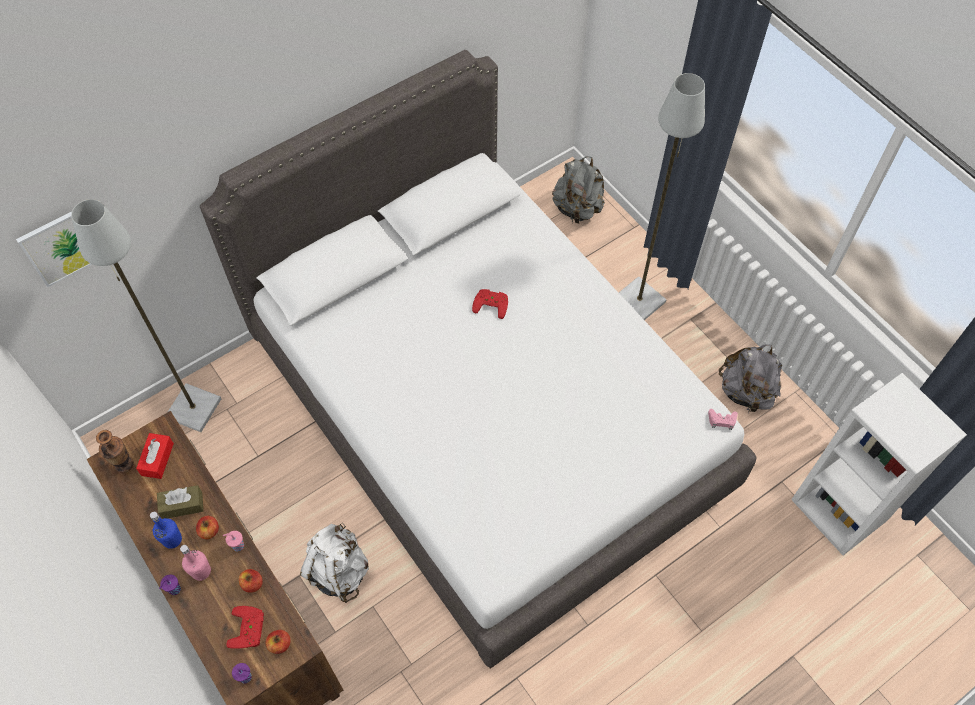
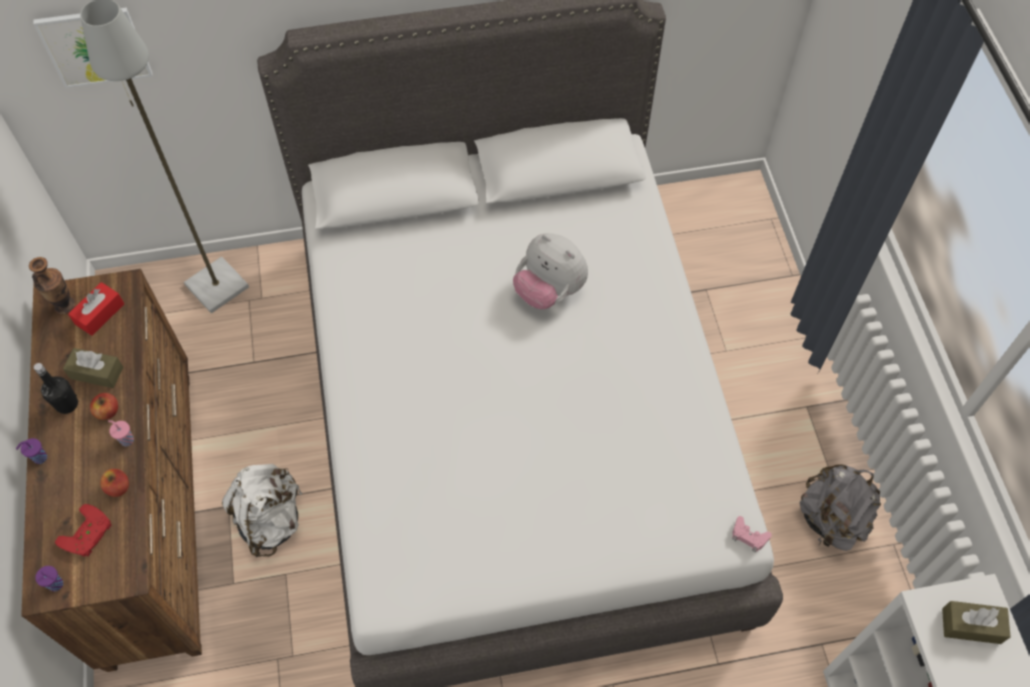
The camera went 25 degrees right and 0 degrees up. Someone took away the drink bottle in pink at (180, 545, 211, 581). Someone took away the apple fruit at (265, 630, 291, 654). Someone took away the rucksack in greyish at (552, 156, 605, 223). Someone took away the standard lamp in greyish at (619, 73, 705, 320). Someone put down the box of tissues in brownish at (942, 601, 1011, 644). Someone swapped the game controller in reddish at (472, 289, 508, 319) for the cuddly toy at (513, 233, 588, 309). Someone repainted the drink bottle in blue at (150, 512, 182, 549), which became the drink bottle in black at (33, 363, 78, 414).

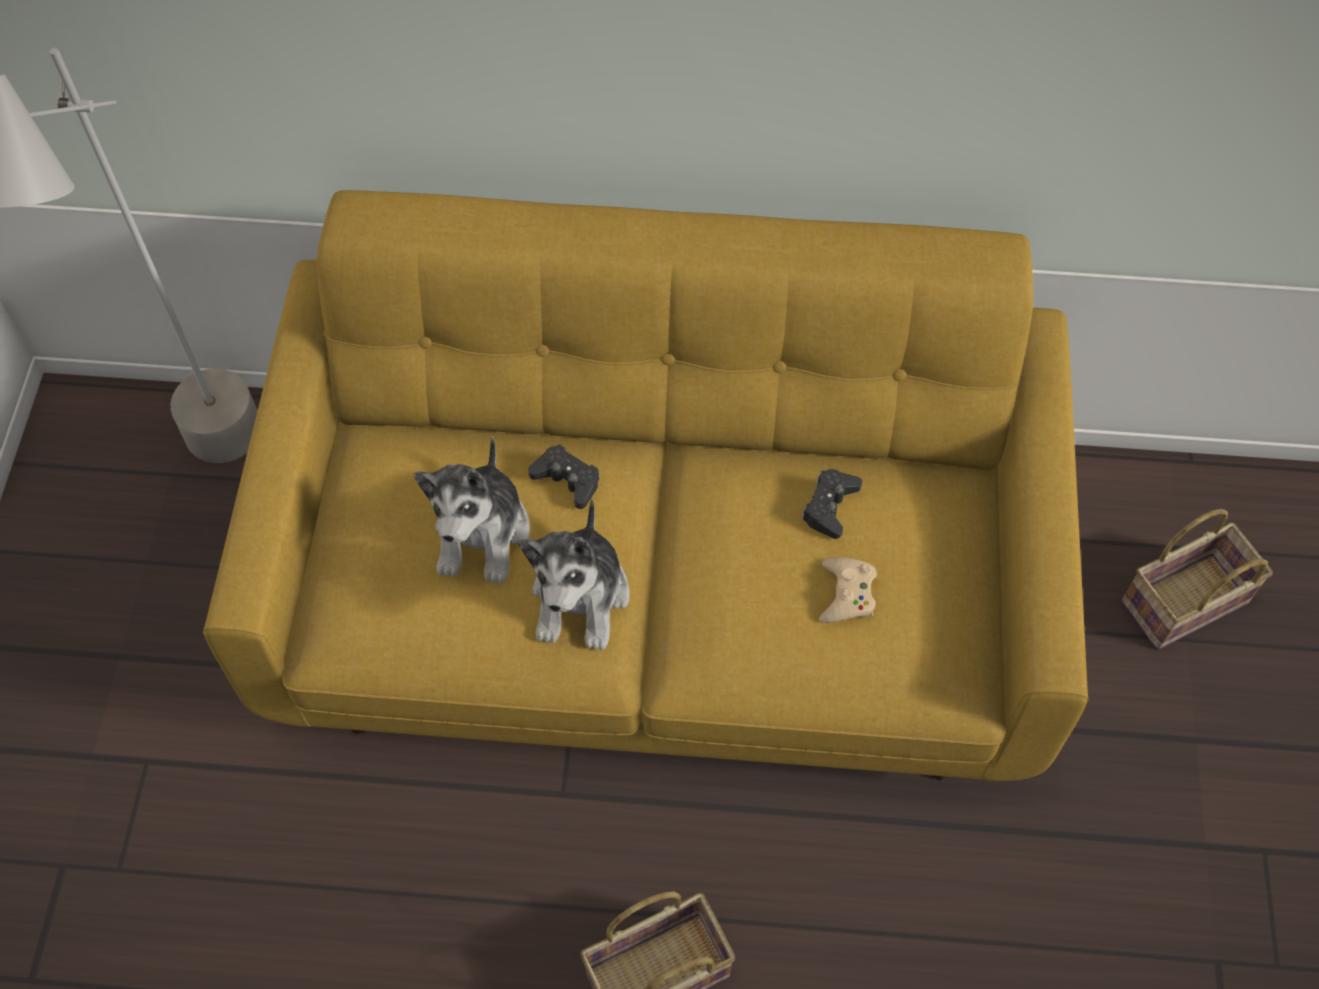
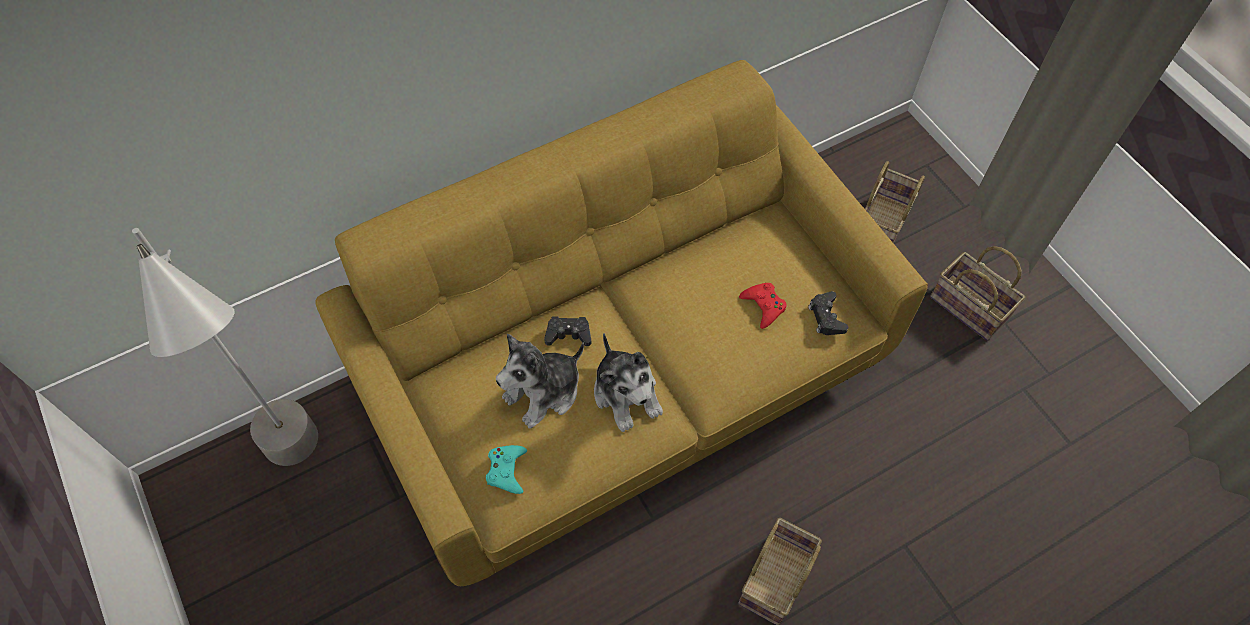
The camera went 35 degrees left and 0 degrees up. Someone put down the game controller in turquoise at (486, 445, 527, 494). Someone put down the household basket at (930, 246, 1025, 341). Someone carried the game controller in black from (801, 469, 862, 539) to (808, 291, 848, 335). Someone repainted the game controller in beige at (819, 557, 877, 623), which became the game controller in reddish at (739, 283, 787, 329). Someone rotated the cuddly toy at (414, 436, 530, 584) by 75 degrees clockwise.

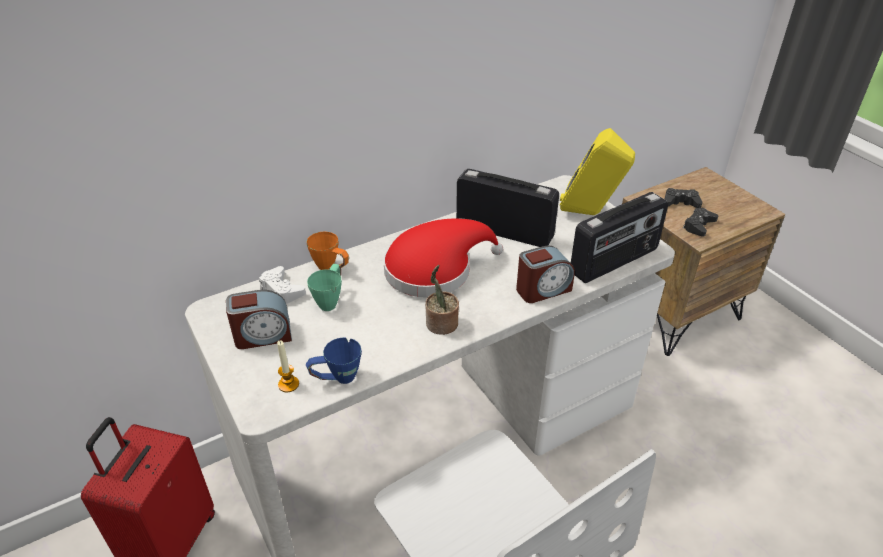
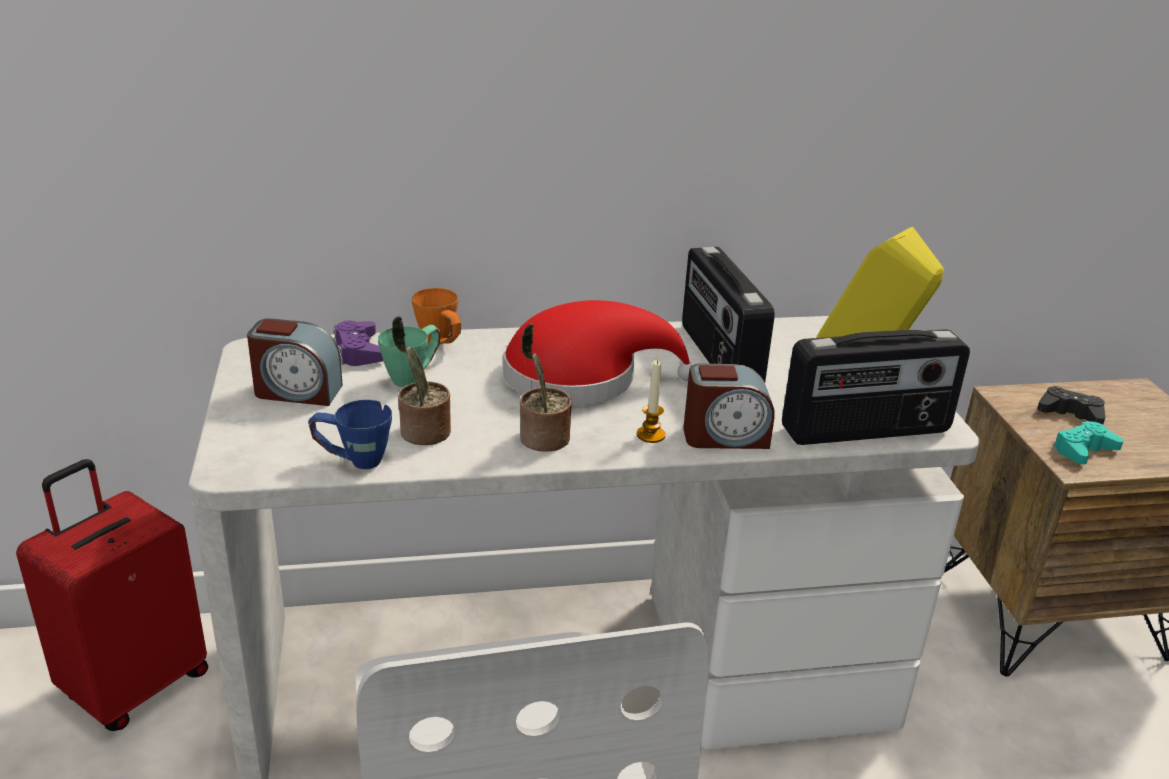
The camera went 20 degrees right and 10 degrees down. Someone put down the potted plant at (391, 316, 451, 445). Someone carried the candle from (277, 340, 299, 392) to (637, 359, 666, 443). Someone repainted the game controller in white-coloured at (259, 266, 306, 304), which became the game controller in purplish at (333, 321, 383, 366). Someone repainted the game controller in black at (683, 208, 718, 237), which became the game controller in turquoise at (1053, 421, 1124, 464). Someone rotated the radio receiver at (456, 169, 559, 247) by 150 degrees counterclockwise.

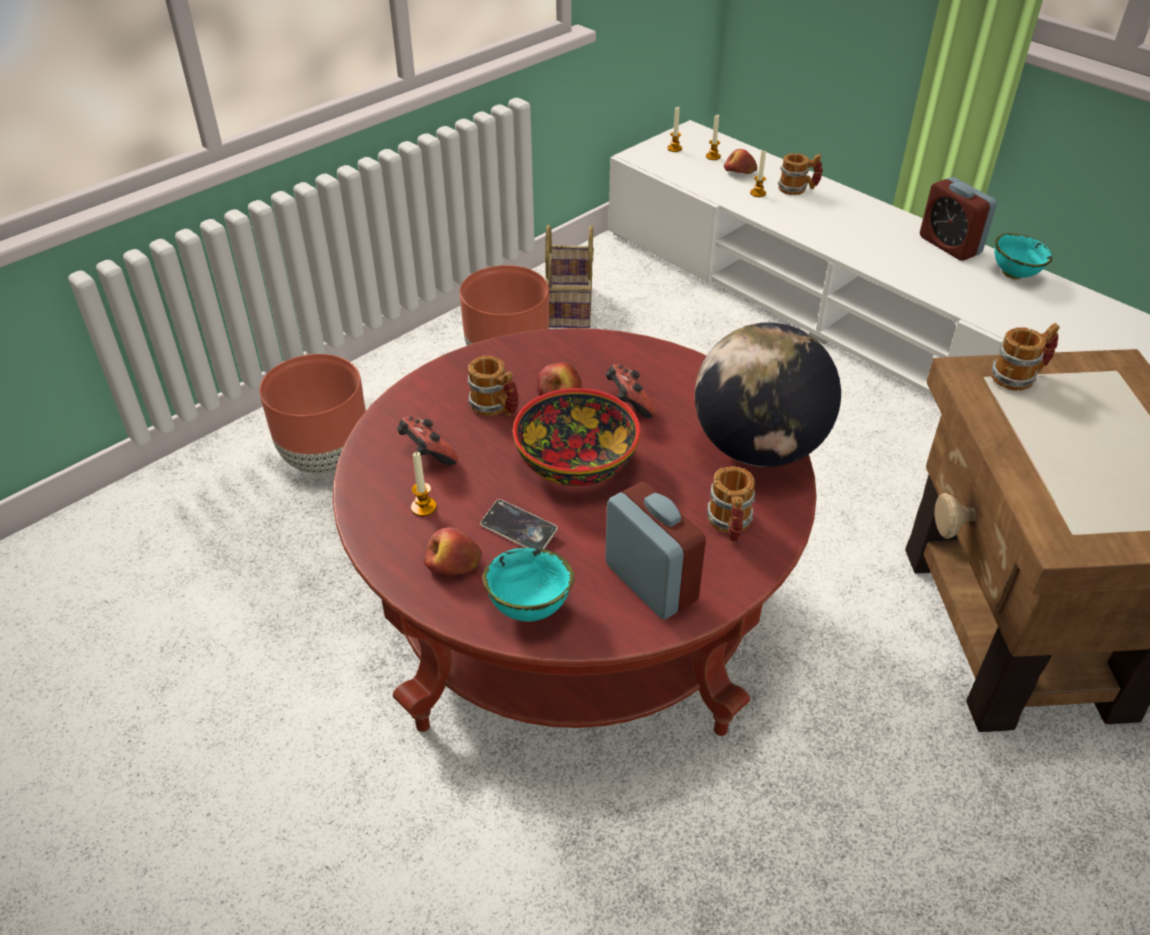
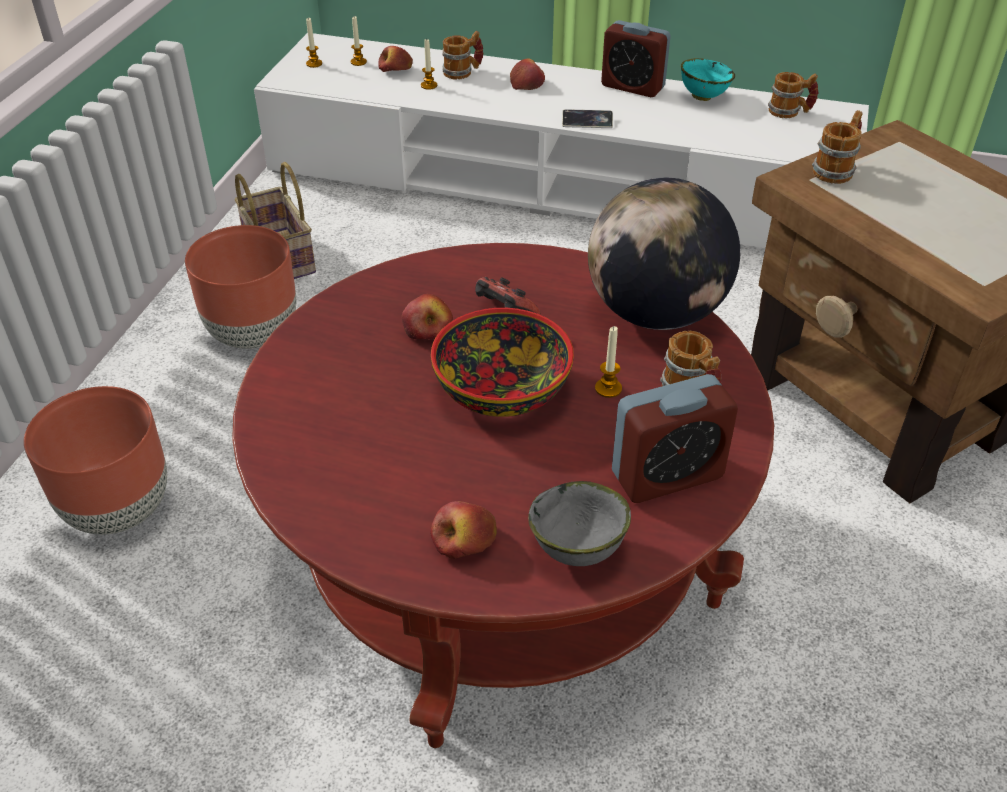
The camera went 30 degrees left and 0 degrees up. Someone took away the game controller at (397, 416, 458, 465). Someone put down the apple fruit at (510, 59, 545, 90). Someone carried the candle from (411, 452, 437, 516) to (595, 326, 622, 398). Someone carried the coffee mug from (467, 356, 519, 416) to (768, 72, 819, 118). Someone carried the handset from (480, 499, 558, 549) to (562, 109, 613, 128). Someone repainted the deep dish in turquoise at (483, 548, 575, 622), which became the deep dish in greyish at (528, 481, 631, 566). Someone rotated the alarm clock at (605, 482, 706, 619) by 135 degrees clockwise.

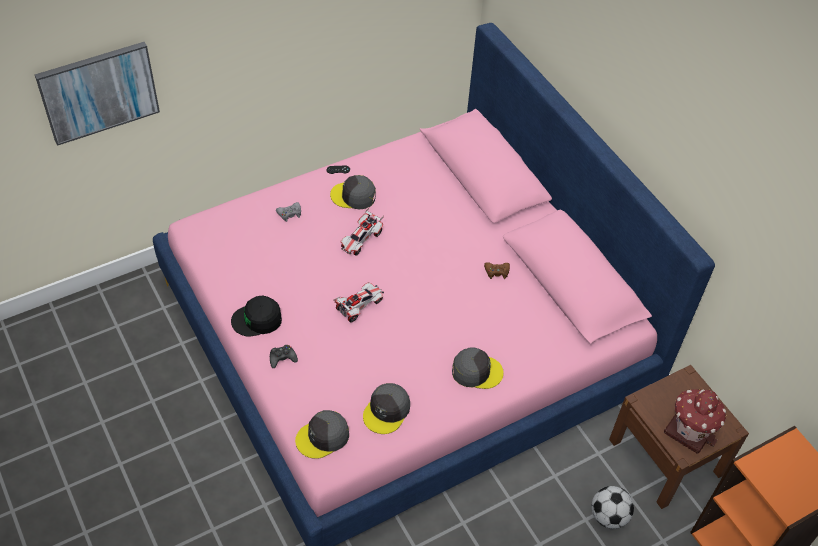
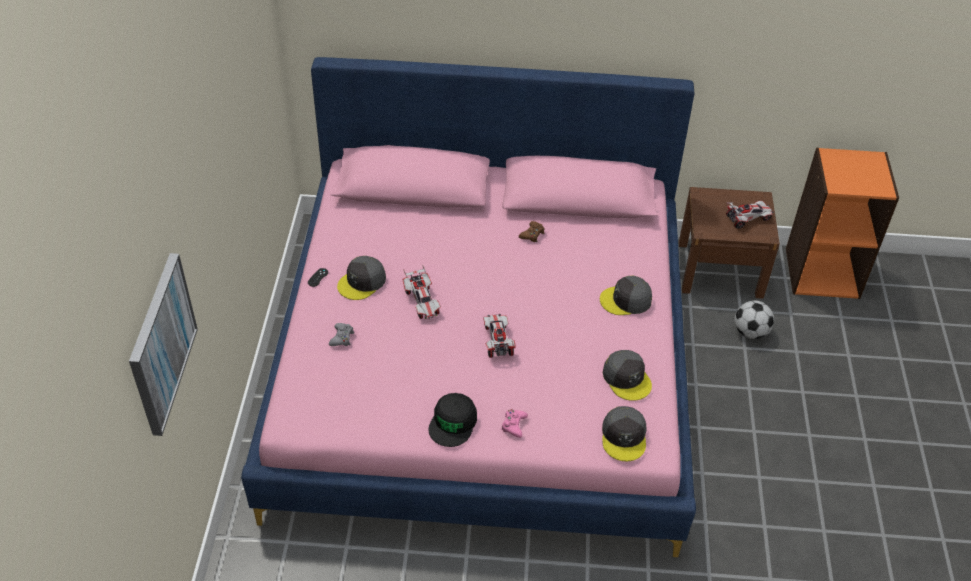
The camera went 55 degrees left and 5 degrees down. Someone swapped the model house at (664, 389, 727, 454) for the miniature car at (726, 201, 774, 229). Someone repainted the game controller in black at (270, 345, 298, 368), which became the game controller in pink at (501, 409, 528, 438). Someone rotated the cap in greyish at (452, 347, 504, 389) by 135 degrees counterclockwise.

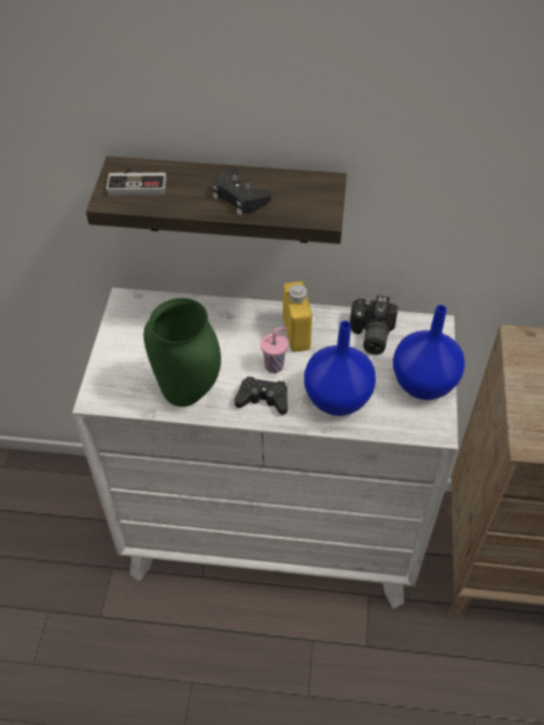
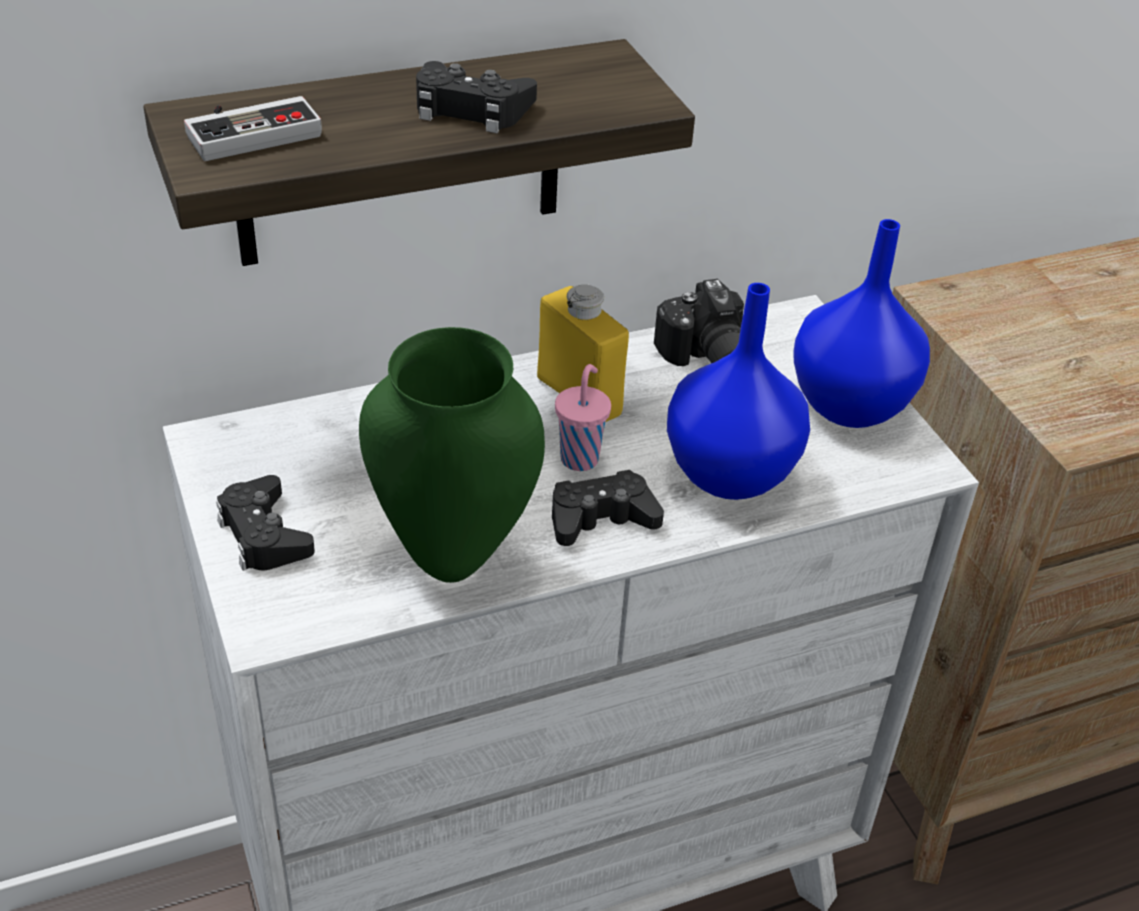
The camera went 30 degrees left and 10 degrees down. Someone put down the game controller in black at (216, 475, 315, 571).

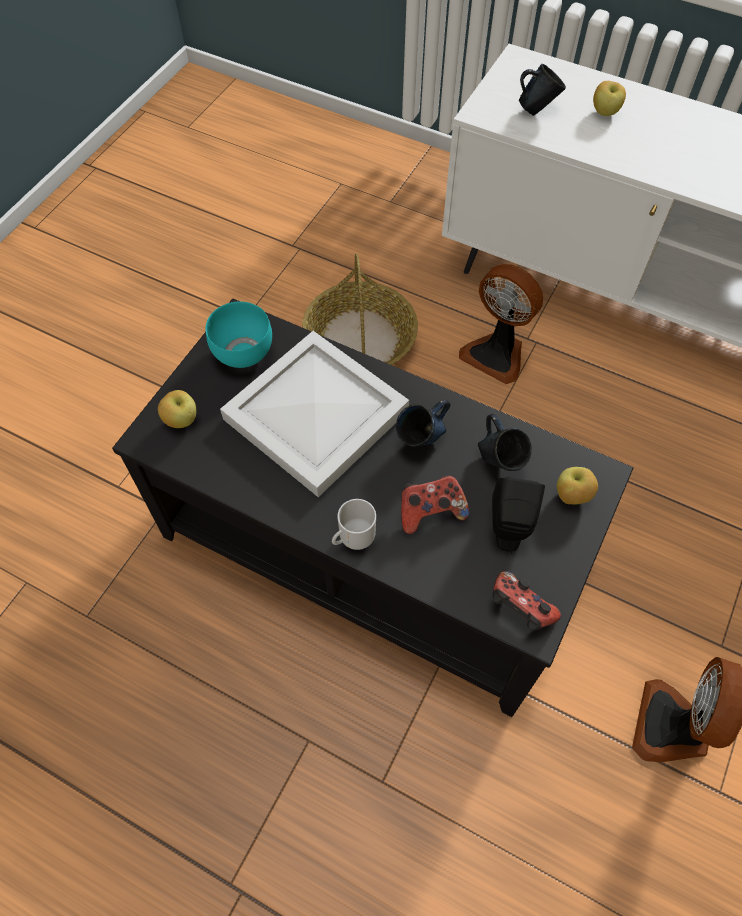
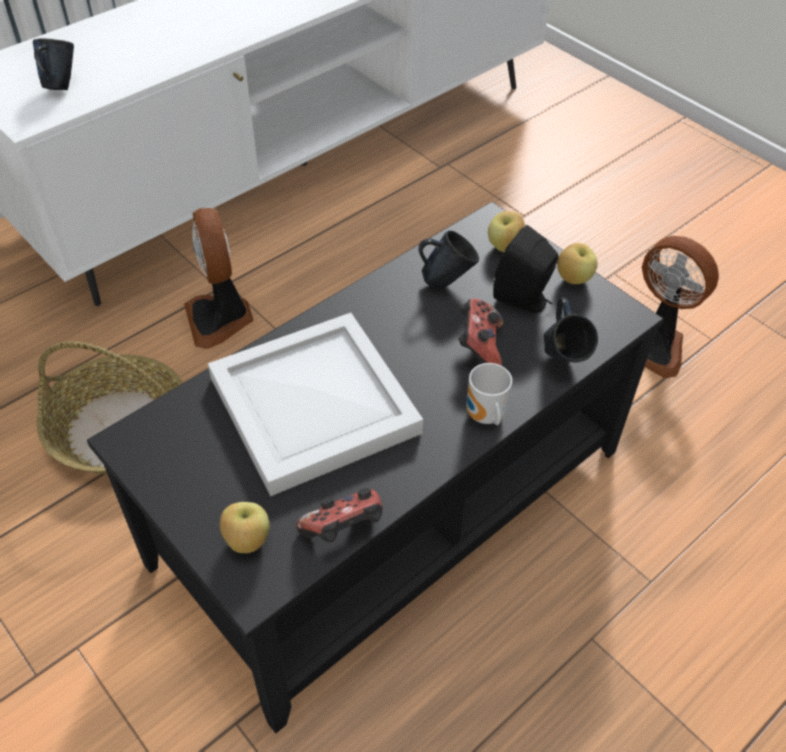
The camera went 70 degrees left and 10 degrees down. Someone took away the deep dish in turquoise at (206, 302, 272, 368). Someone carried the coffee mug in blue from (396, 399, 451, 447) to (544, 298, 598, 363). Someone carried the game controller from (492, 571, 561, 631) to (296, 488, 382, 542). Someone carried the apple fruit from (593, 81, 626, 116) to (557, 243, 598, 284). Someone rotated the fan at (459, 264, 543, 384) by 105 degrees clockwise.

